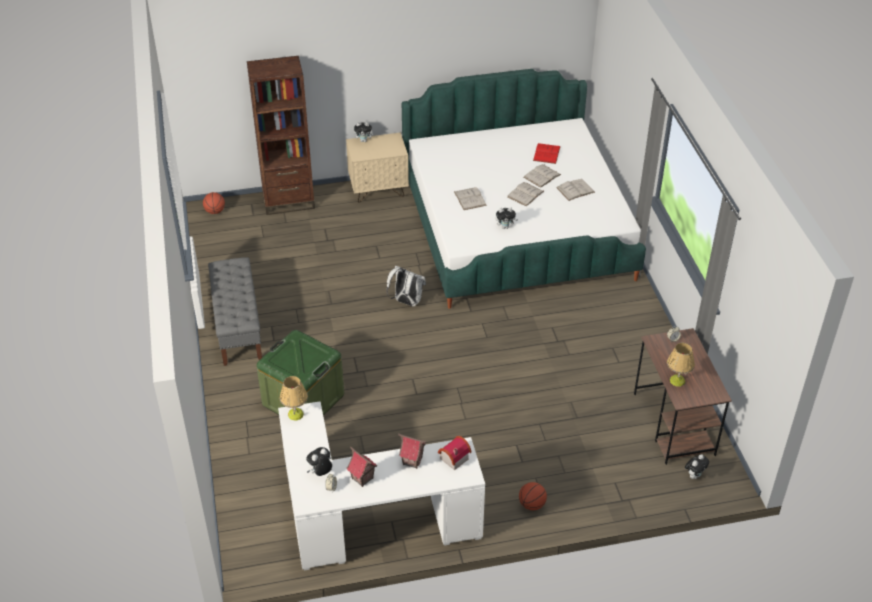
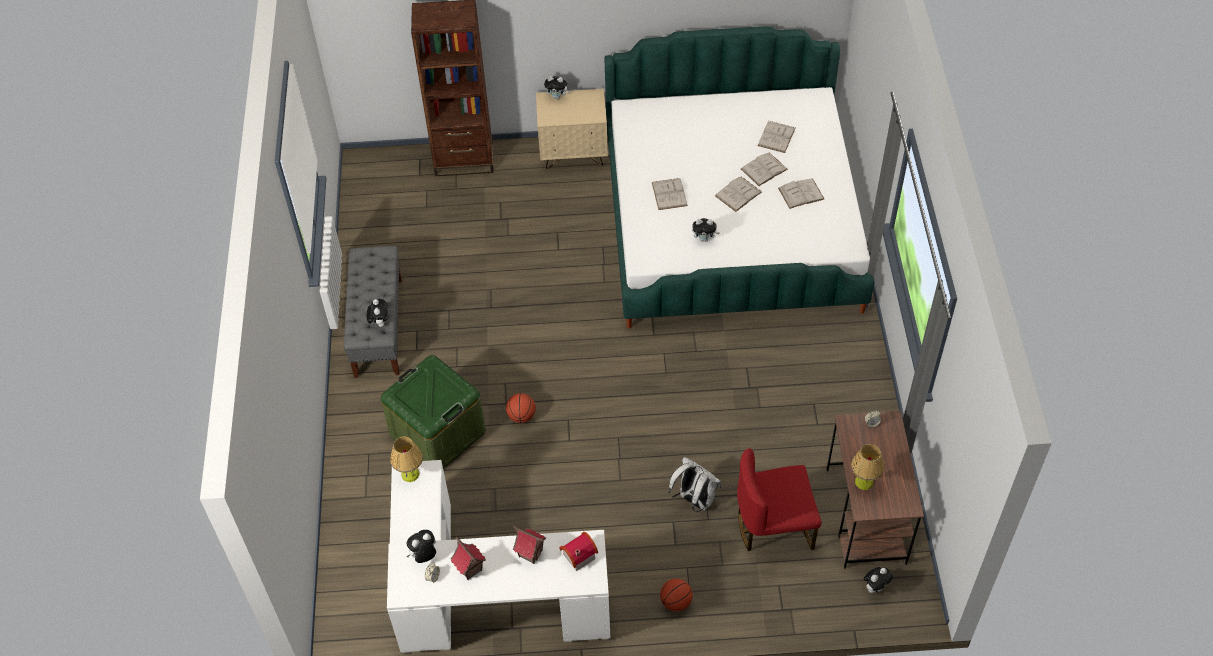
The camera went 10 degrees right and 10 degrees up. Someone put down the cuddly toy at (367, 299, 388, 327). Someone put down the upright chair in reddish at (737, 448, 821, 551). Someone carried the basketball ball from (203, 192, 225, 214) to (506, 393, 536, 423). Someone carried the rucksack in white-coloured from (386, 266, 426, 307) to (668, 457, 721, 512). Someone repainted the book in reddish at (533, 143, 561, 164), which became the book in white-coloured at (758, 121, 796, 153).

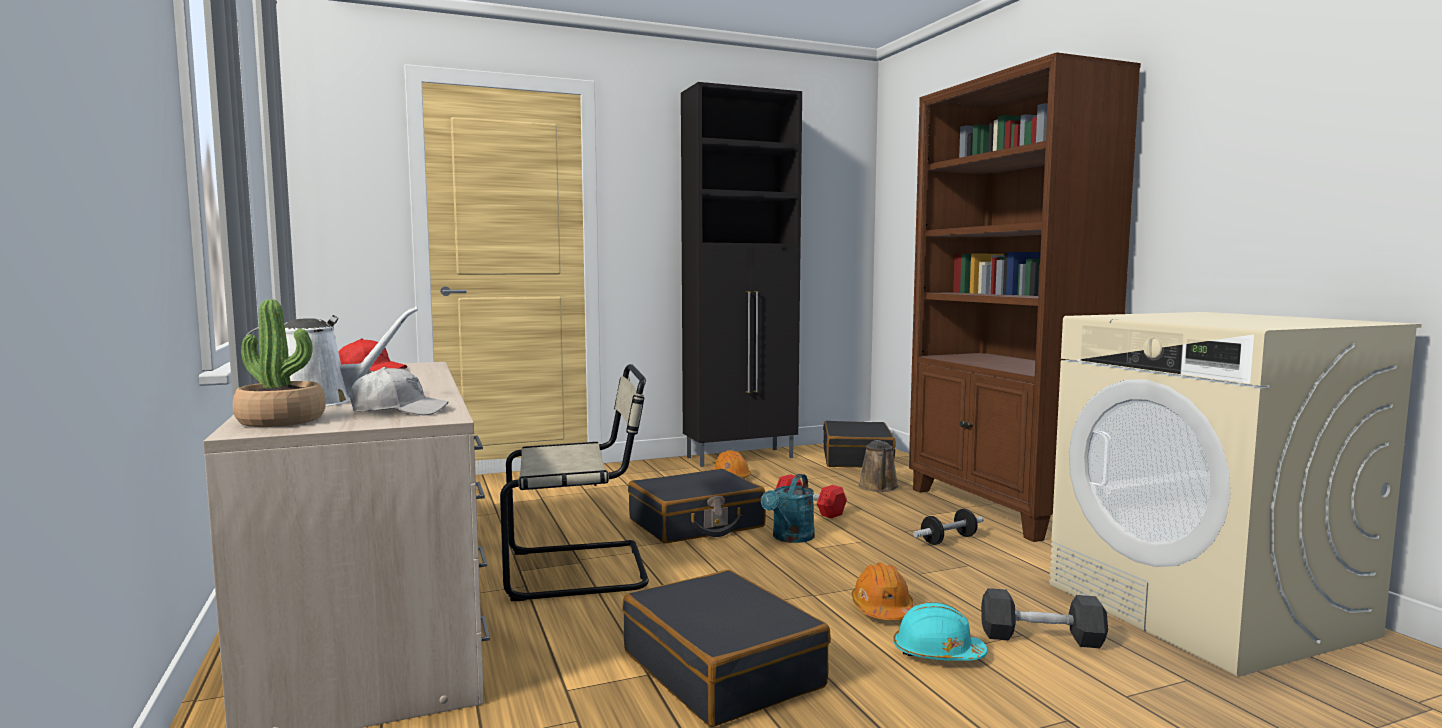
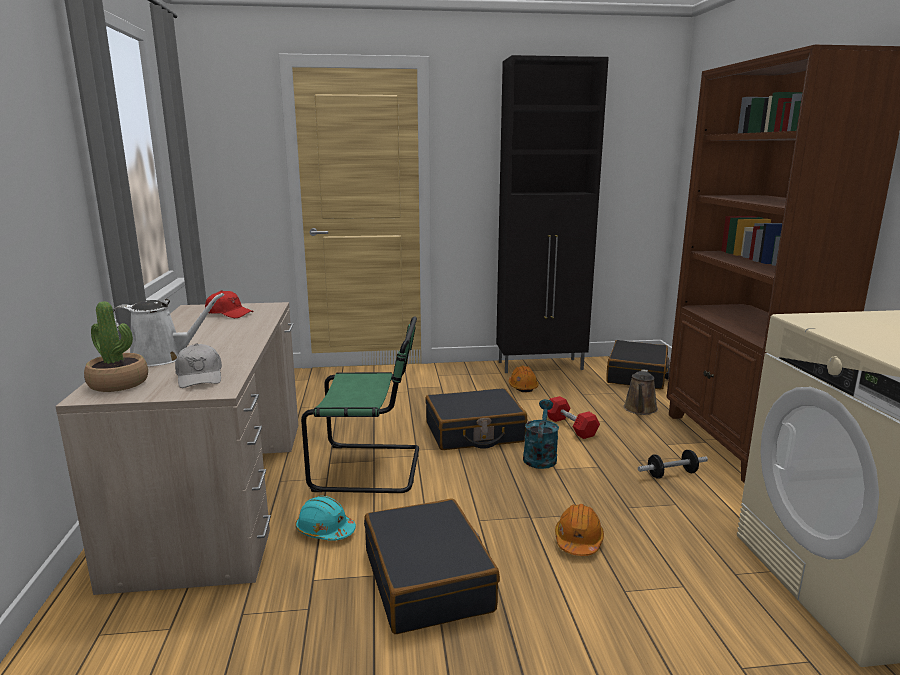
The camera went 15 degrees right and 10 degrees up. Someone took away the free weight in greyish at (981, 588, 1108, 648). Someone carried the work helmet in turquoise from (893, 602, 988, 661) to (295, 496, 356, 541). Someone repainted the upright chair in beige at (500, 364, 649, 601), which became the upright chair in green at (301, 316, 419, 493). Someone rotated the cap in white-coloured at (350, 367, 448, 415) by 60 degrees clockwise. Someone rotated the watering can in turquoise at (761, 474, 815, 543) by 150 degrees clockwise.

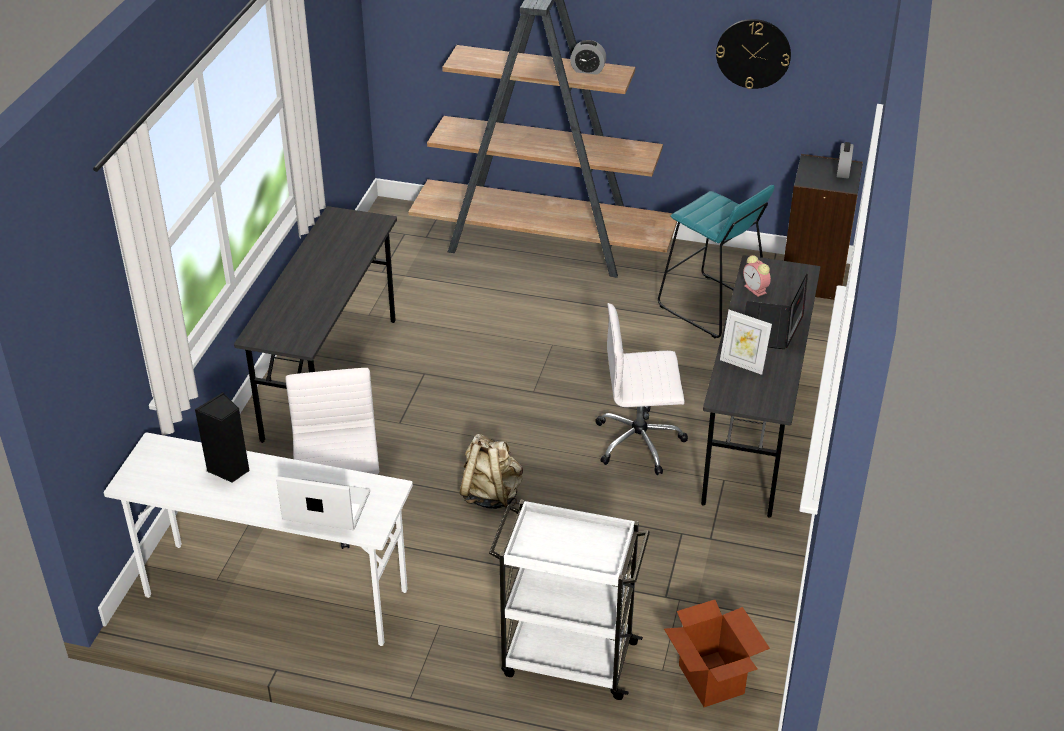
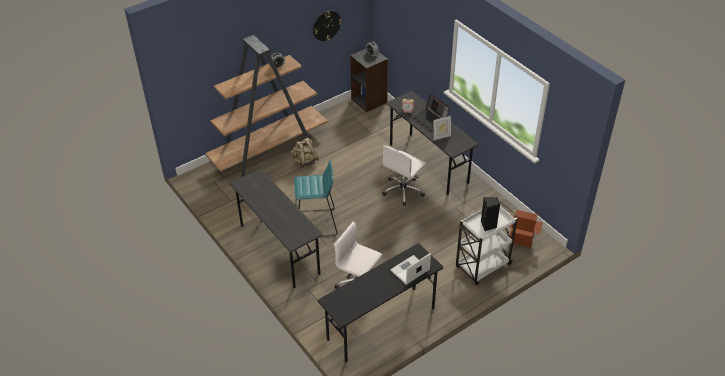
The camera went 50 degrees left and 5 degrees up. Someone carried the audio speaker in black from (195, 392, 250, 483) to (481, 197, 500, 231). Someone carried the rucksack in beige from (460, 434, 523, 509) to (291, 137, 319, 168). Someone carried the sitting stool in turquoise from (658, 185, 775, 339) to (294, 160, 337, 237). Someone repainted the desk in white-coloured at (103, 433, 413, 646), which became the desk in black at (318, 243, 443, 362).

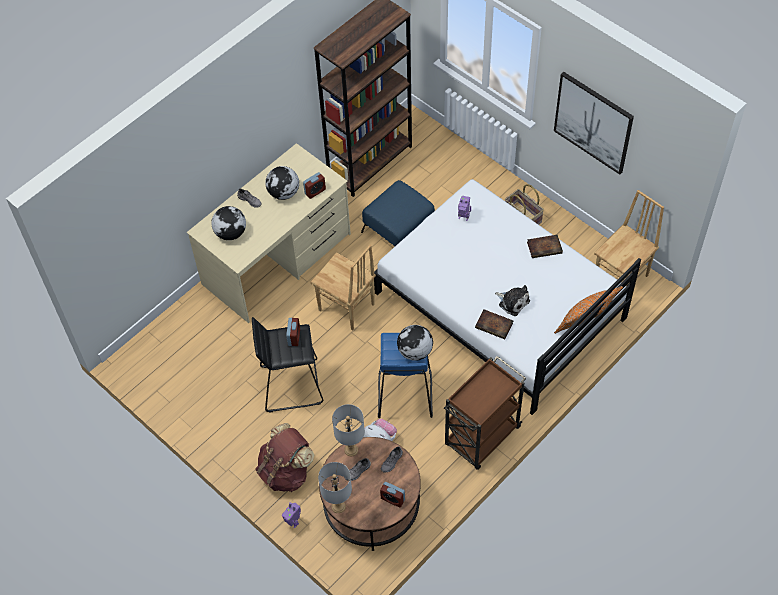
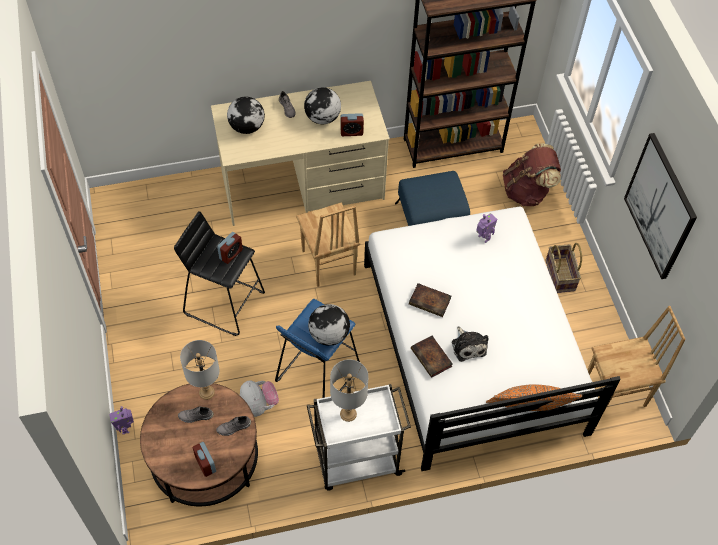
The camera went 30 degrees right and 0 degrees up. Someone carried the rucksack in brownish from (255, 423, 314, 492) to (503, 143, 561, 206). Someone carried the lamp for a table in greyish from (318, 462, 352, 513) to (330, 359, 369, 422). Someone carried the book from (527, 235, 563, 258) to (409, 283, 451, 317). Someone repainted the wheeled cart in brownish at (444, 356, 526, 470), which became the wheeled cart in white-coloured at (307, 384, 411, 490).

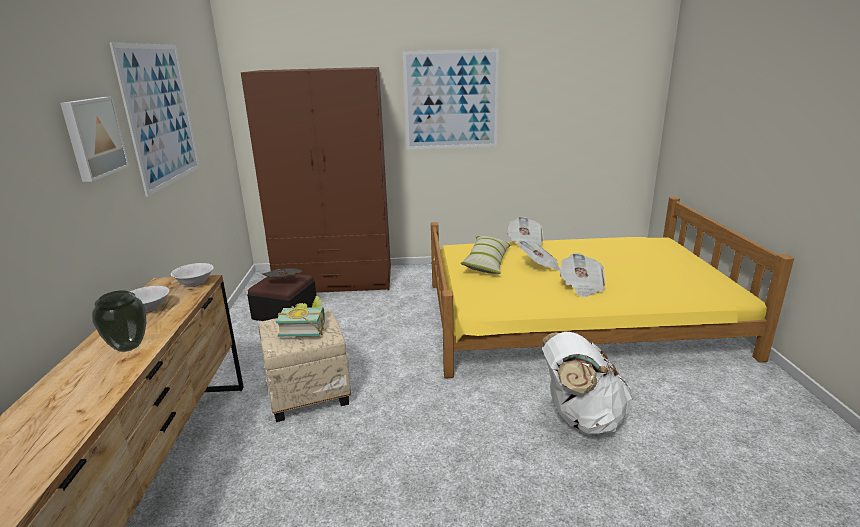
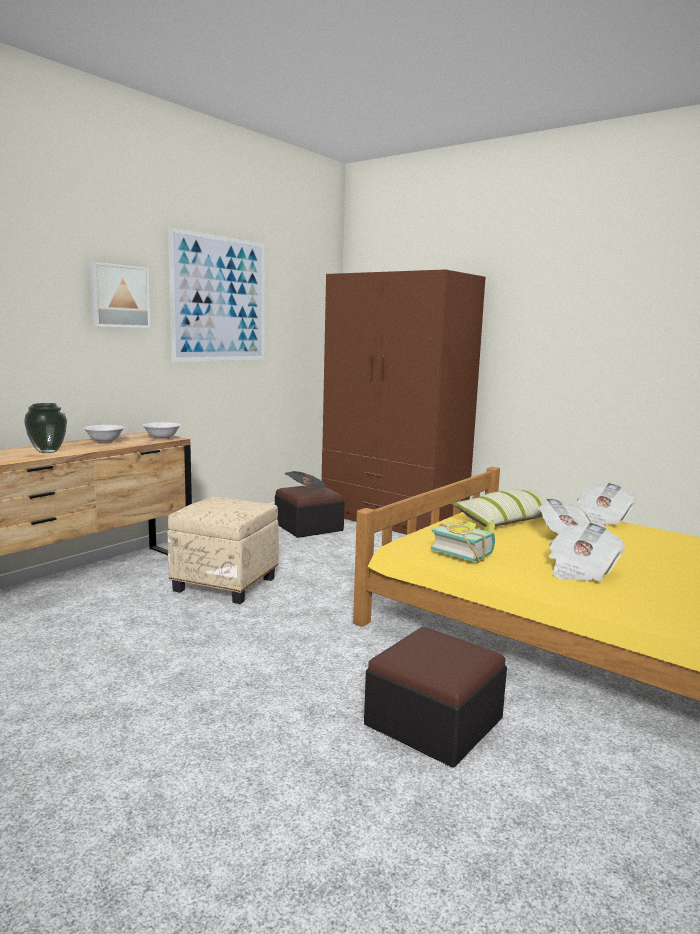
The camera went 40 degrees right and 10 degrees down. Someone took away the picture at (403, 49, 499, 150). Someone carried the book from (276, 296, 325, 337) to (431, 520, 495, 563). Someone swapped the rucksack in white-coloured at (542, 332, 633, 434) for the footrest at (364, 627, 507, 768).

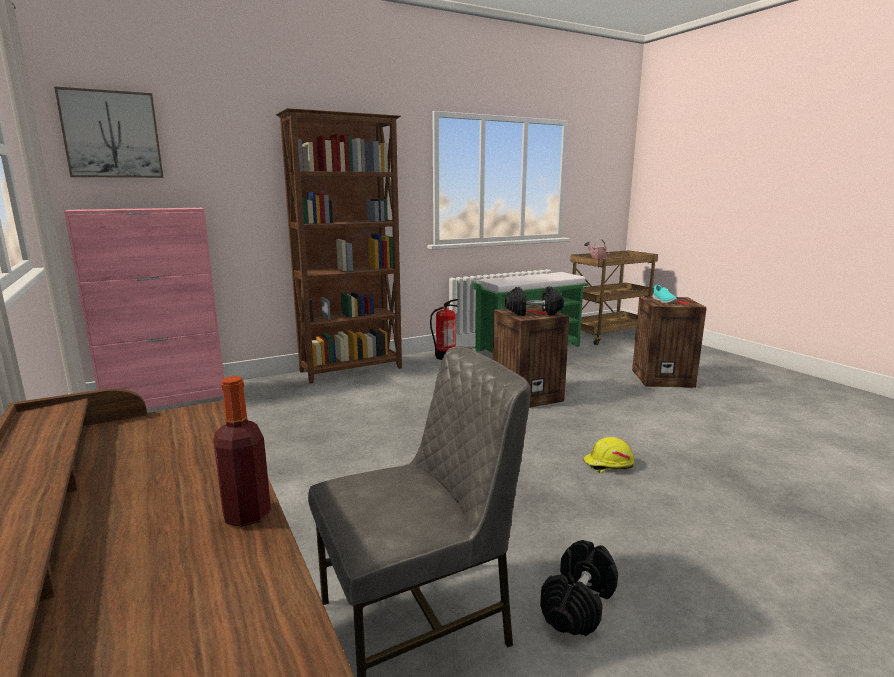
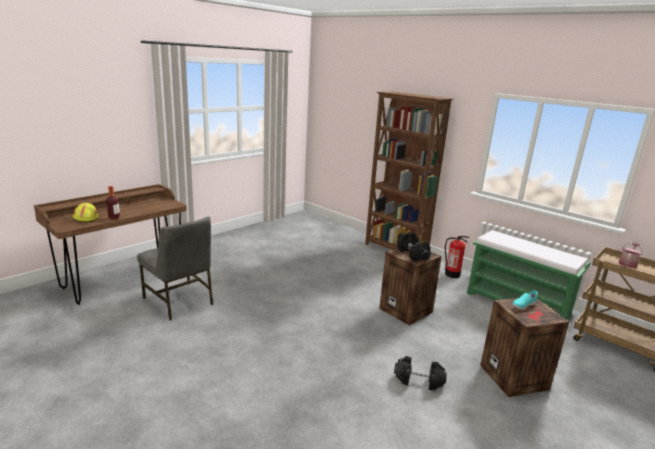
The camera went 70 degrees right and 5 degrees up. Someone took away the picture at (54, 86, 163, 178). Someone took away the cupboard in pink at (64, 208, 224, 409). Someone carried the free weight in black from (540, 540, 618, 636) to (394, 356, 447, 391). Someone carried the work helmet in yellowish from (583, 437, 634, 473) to (73, 203, 98, 223).

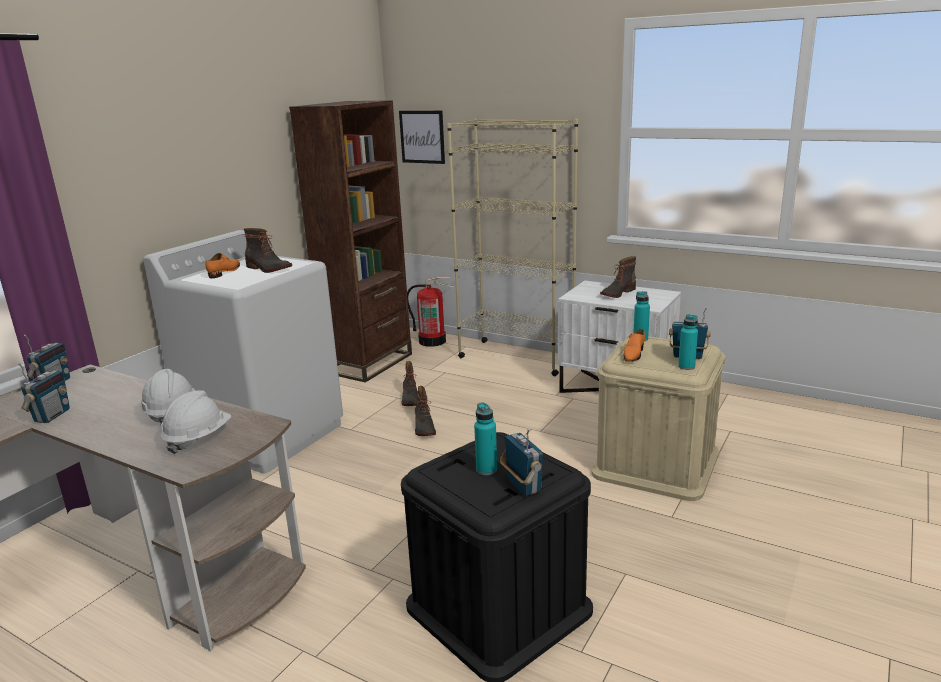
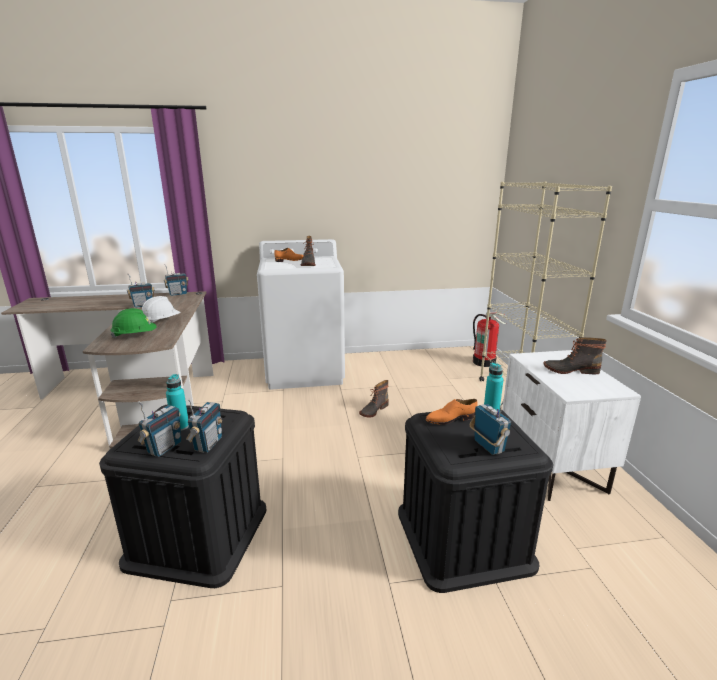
The camera went 50 degrees right and 0 degrees up. Someone took away the bookshelf in brownish at (289, 100, 412, 382). Someone took away the picture at (399, 111, 445, 164). Someone took away the high-top boot at (402, 361, 418, 406). Someone took away the drink bottle in turquoise at (678, 314, 698, 370). Someone put down the radio receiver at (186, 399, 222, 453). Someone repainted the work helmet in white-coloured at (160, 390, 231, 454), which became the work helmet in green at (110, 308, 157, 338). Someone repainted the storage box in beige at (592, 336, 725, 501), which became the storage box in black at (398, 410, 553, 593).

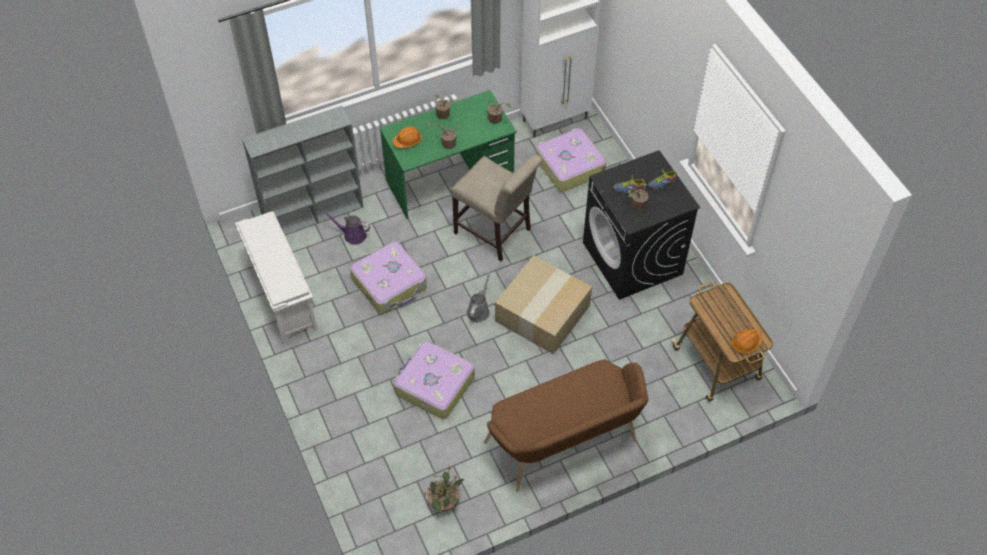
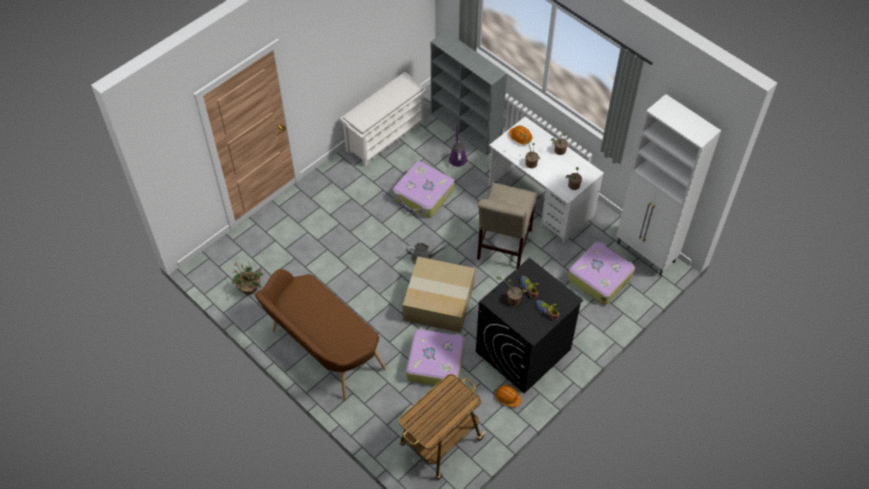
The camera went 70 degrees right and 0 degrees up. Someone carried the travel case from (394, 341, 475, 419) to (406, 328, 465, 386). Someone carried the work helmet in orange-coloured from (731, 329, 763, 354) to (495, 385, 522, 407). Someone repainted the desk in green at (380, 90, 517, 219), which became the desk in white-coloured at (489, 117, 604, 243).

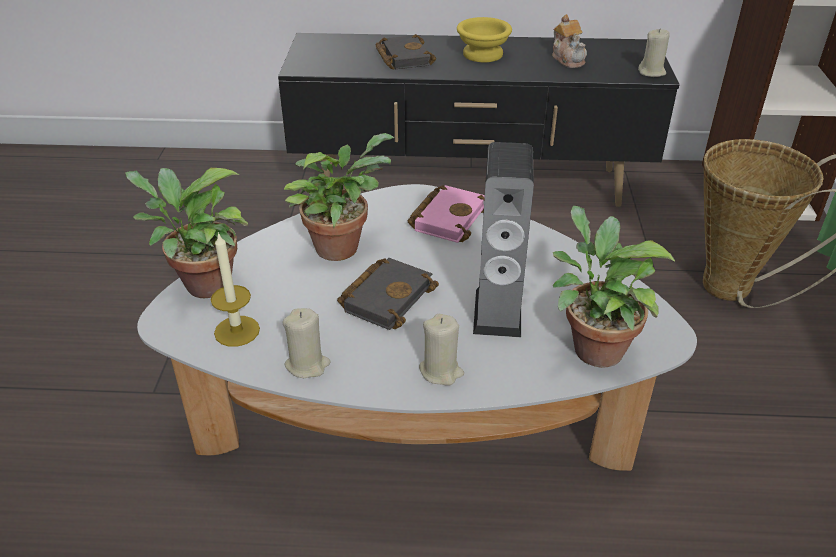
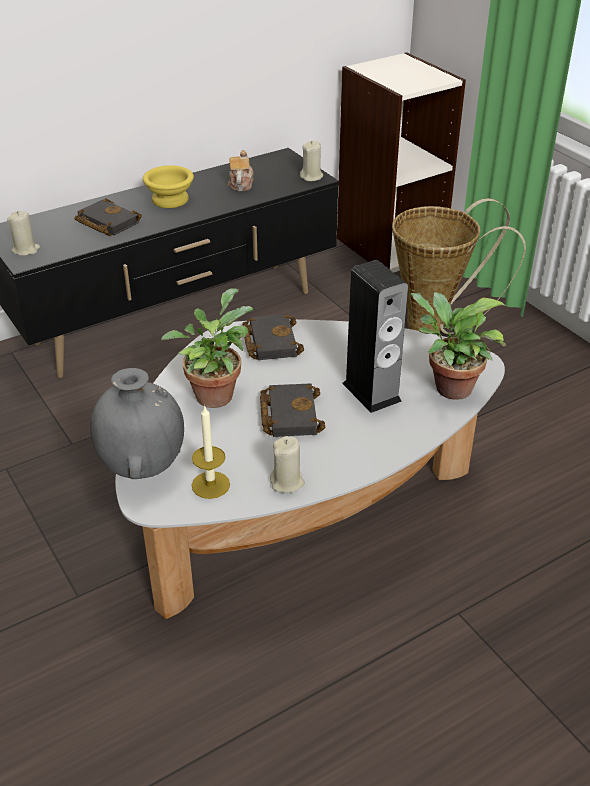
The camera went 35 degrees left and 0 degrees up. Someone carried the candle in beige from (419, 314, 464, 386) to (7, 211, 40, 256). Someone swapped the potted plant at (125, 168, 248, 298) for the decorative vase in greyish at (90, 368, 184, 479). Someone repainted the book in pink at (408, 185, 485, 243), which became the book in black at (242, 314, 304, 360). Someone rotated the pot for tea at (552, 14, 587, 68) by 120 degrees counterclockwise.

